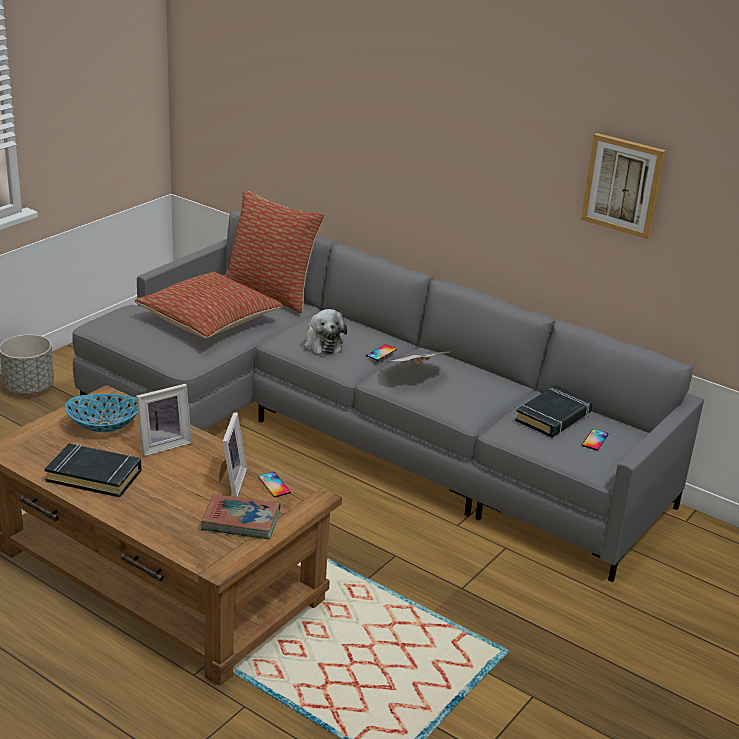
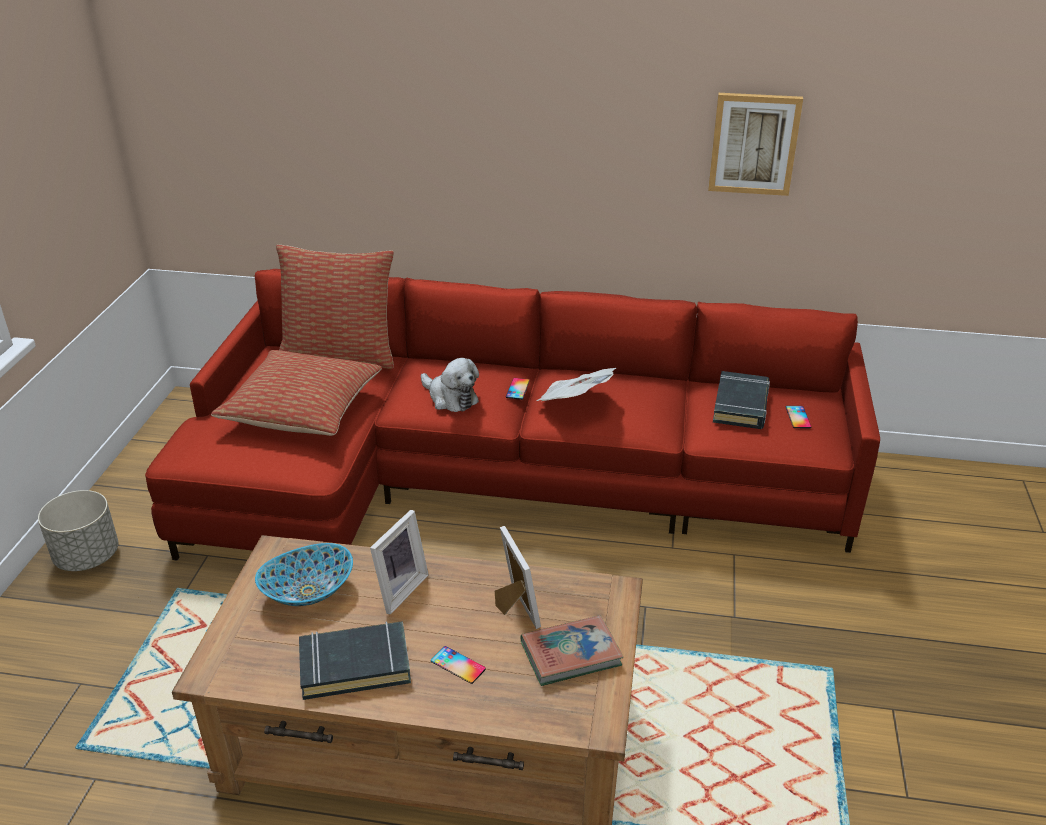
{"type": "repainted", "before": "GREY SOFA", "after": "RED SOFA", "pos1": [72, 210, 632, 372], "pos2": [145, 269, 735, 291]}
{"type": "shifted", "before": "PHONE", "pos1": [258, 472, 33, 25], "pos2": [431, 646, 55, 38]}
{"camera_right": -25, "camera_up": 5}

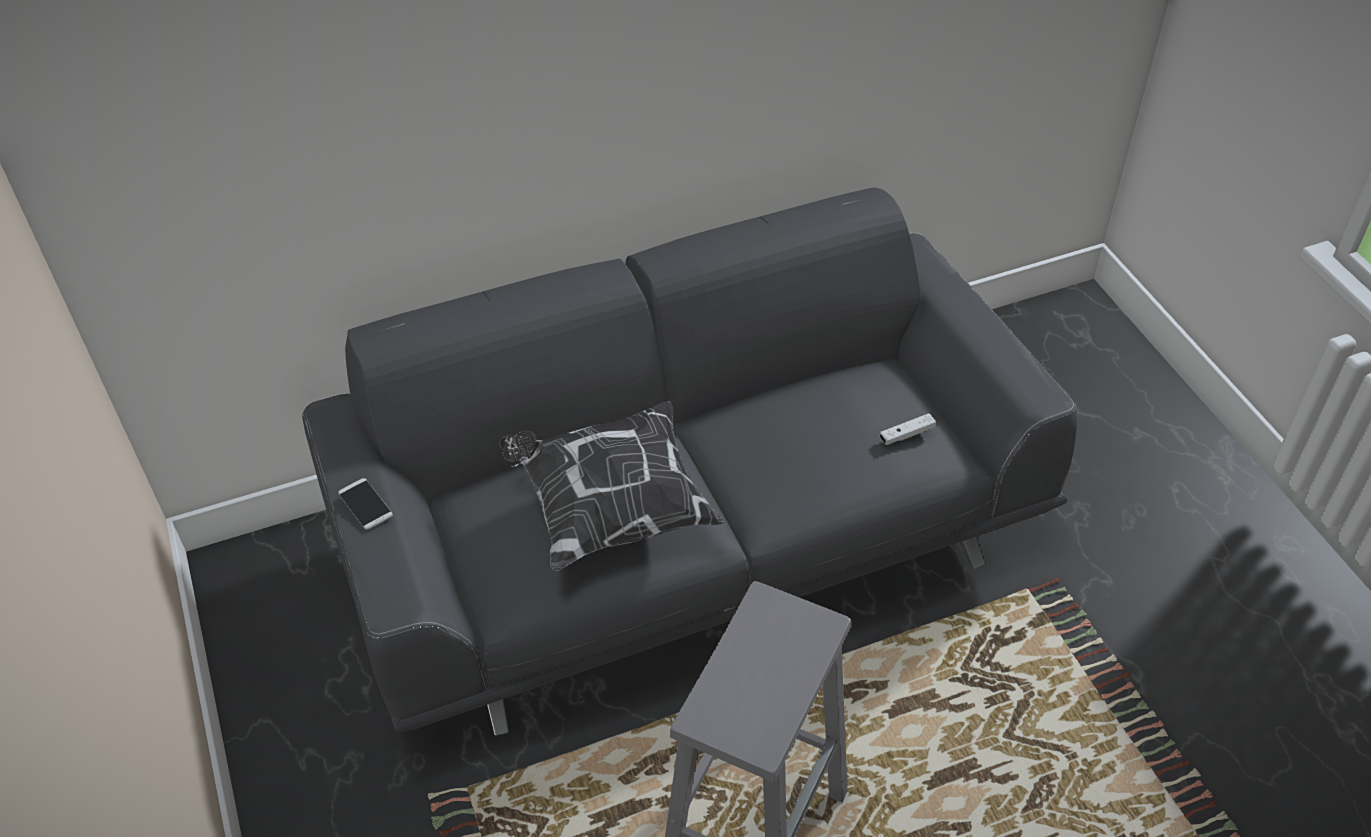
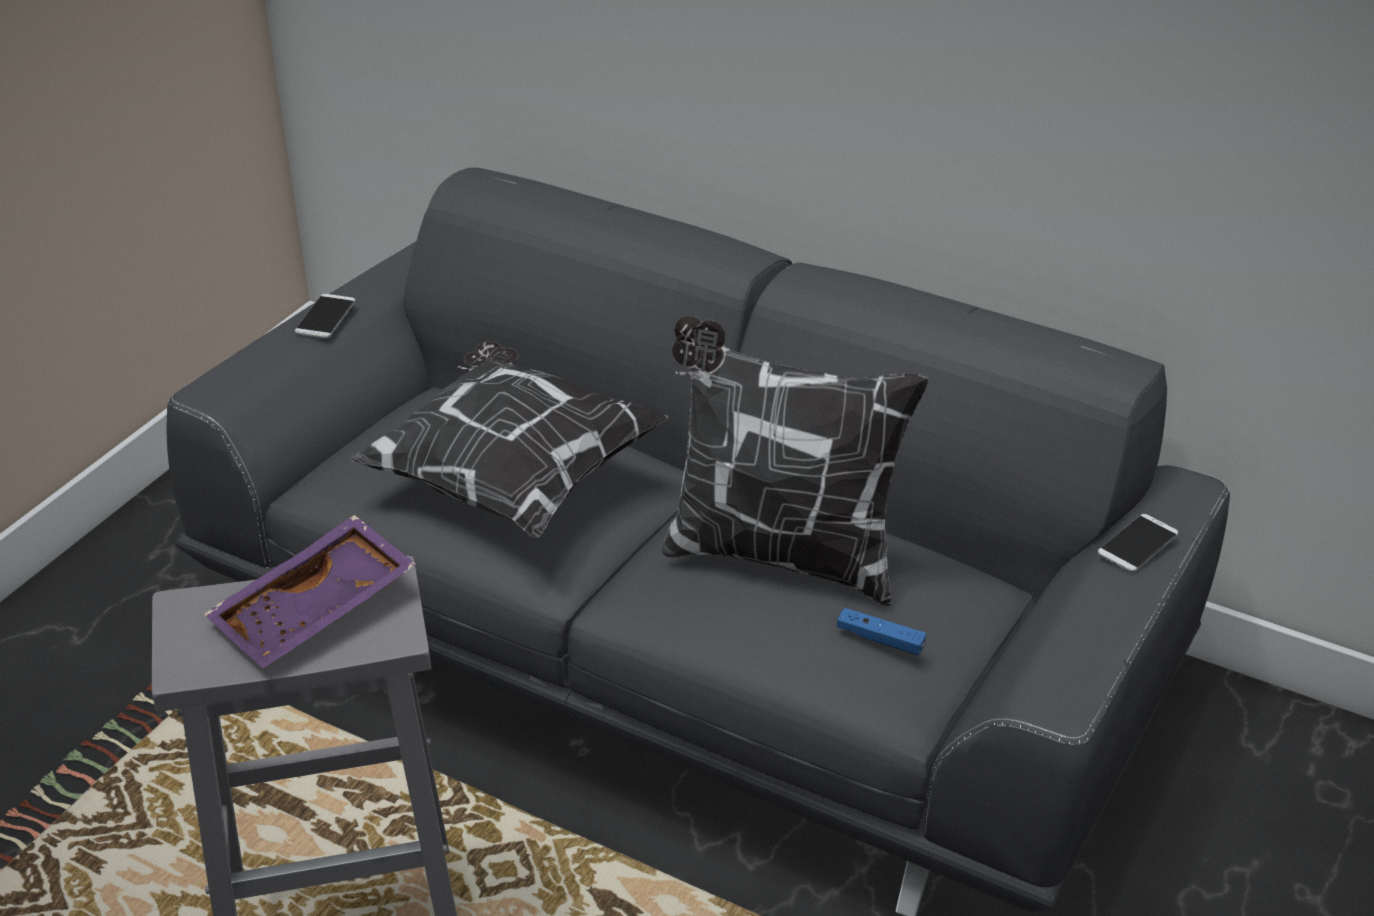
{"type": "repainted", "before": "WHITE GAME CONTROLLER", "after": "BLUE GAME CONTROLLER", "pos1": [880, 413, 56, 32], "pos2": [837, 608, 89, 47]}
{"type": "new", "after": "PILLOW", "pos2": [662, 316, 267, 290]}
{"type": "new", "after": "PHONE", "pos2": [1098, 514, 80, 58]}
{"type": "new", "after": "PURPLE TRAY", "pos2": [204, 515, 212, 153]}
{"camera_right": 50, "camera_up": -10}

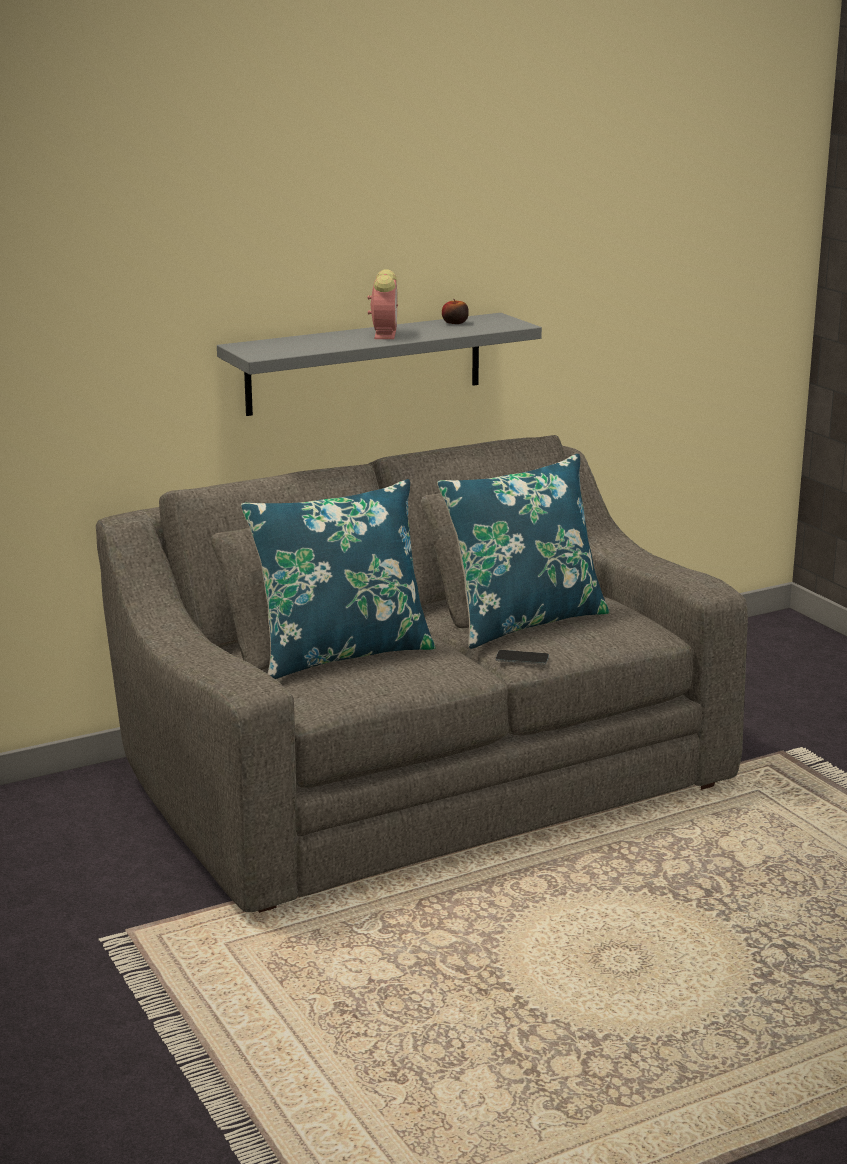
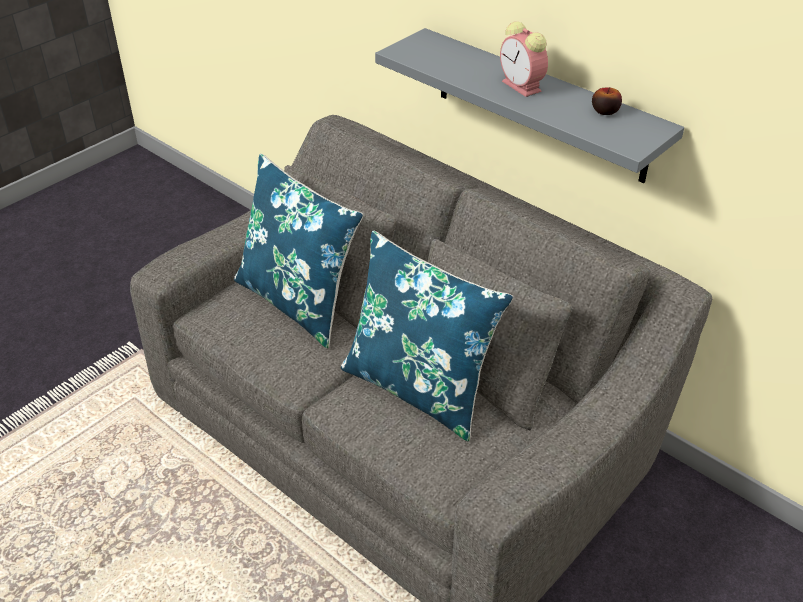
{"type": "rotated", "before": "ALARM CLOCK", "pos1": [368, 269, 30, 70], "pos2": [500, 21, 48, 76], "turn": 75}
{"type": "gone", "before": "PHONE", "pos1": [496, 650, 53, 15]}
{"camera_right": 70, "camera_up": 20}

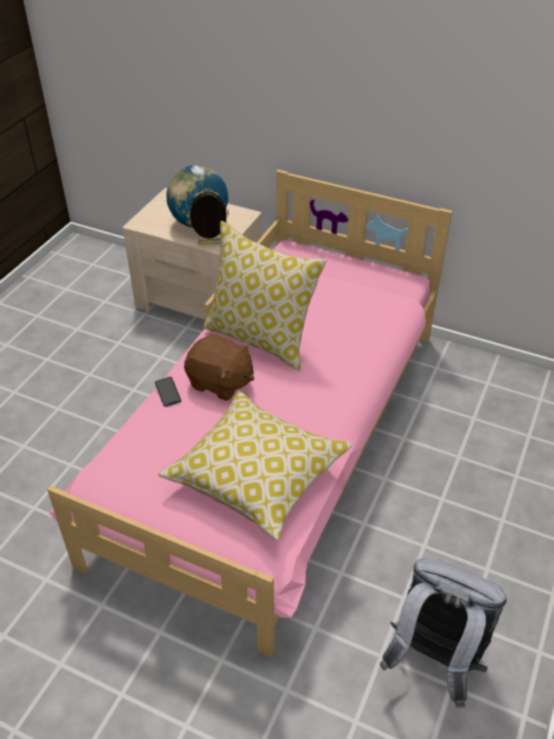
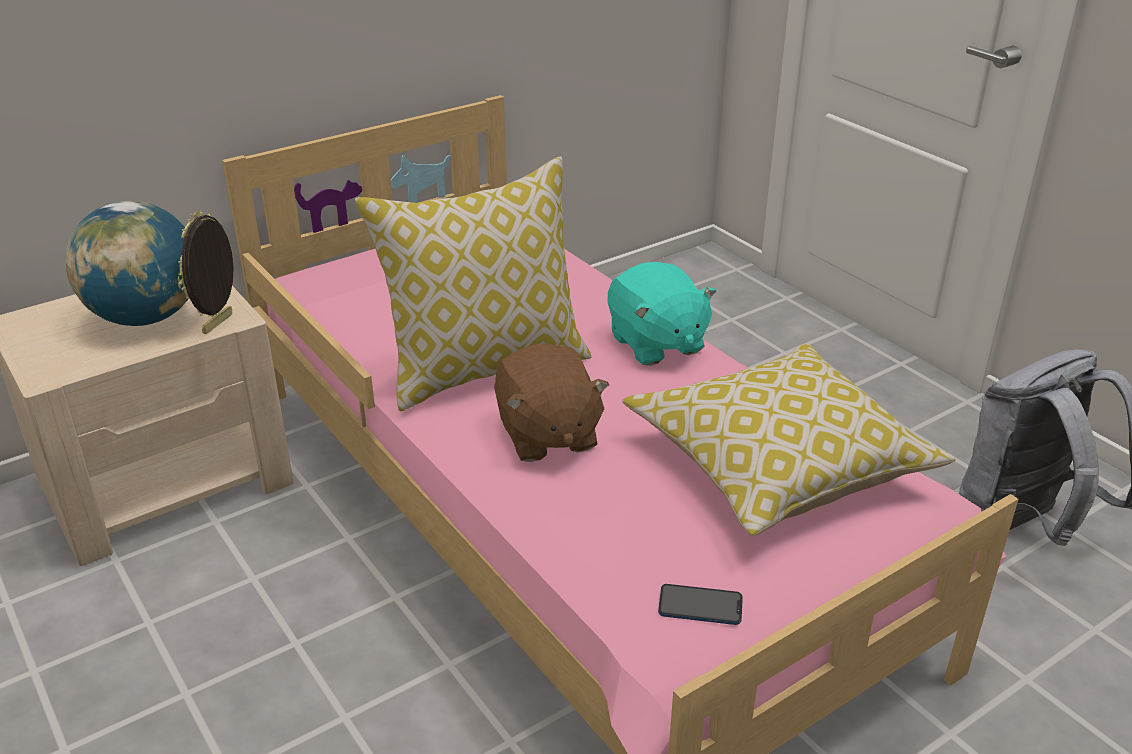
{"type": "rotated", "before": "BROWN PLUSH TOY", "pos1": [184, 334, 70, 67], "pos2": [494, 344, 116, 118], "turn": 105}
{"type": "shifted", "before": "PHONE", "pos1": [155, 377, 26, 30], "pos2": [658, 584, 85, 41]}
{"type": "new", "after": "TURQUOISE PLUSH TOY", "pos2": [607, 262, 110, 104]}
{"camera_right": -60, "camera_up": -10}

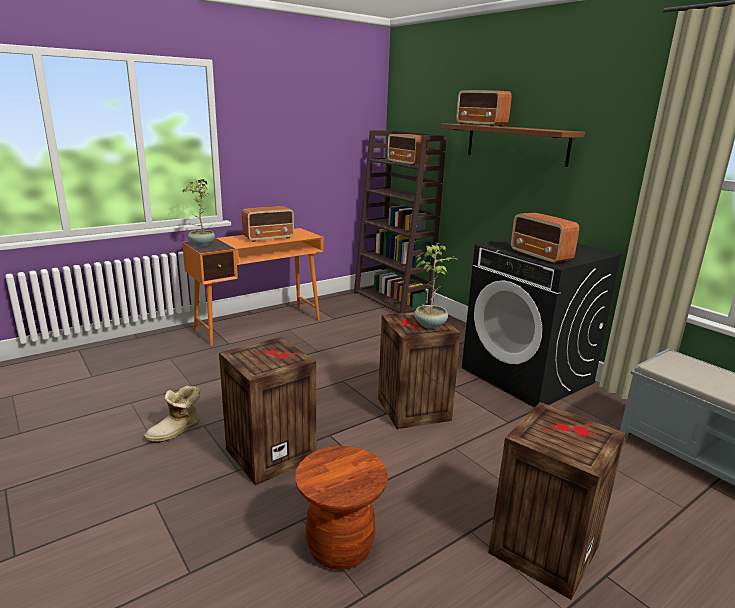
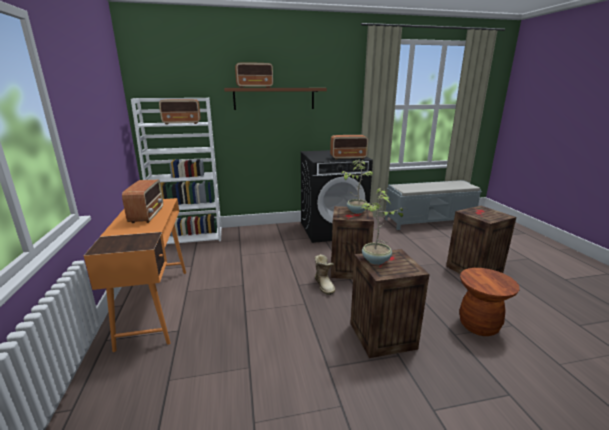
{"type": "repainted", "before": "BROWN BOOKCASE", "after": "WHITE BOOKCASE", "pos1": [354, 130, 93, 184], "pos2": [131, 98, 91, 146]}
{"type": "shifted", "before": "POTTED PLANT", "pos1": [183, 179, 32, 67], "pos2": [360, 188, 48, 77]}
{"type": "shifted", "before": "BOOT", "pos1": [144, 385, 56, 58], "pos2": [315, 254, 20, 41]}
{"camera_right": -65, "camera_up": 0}

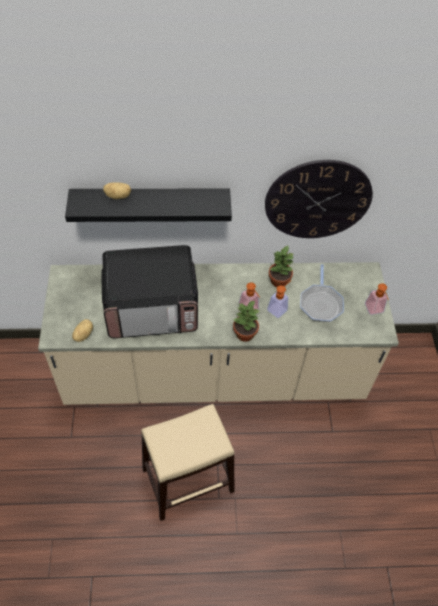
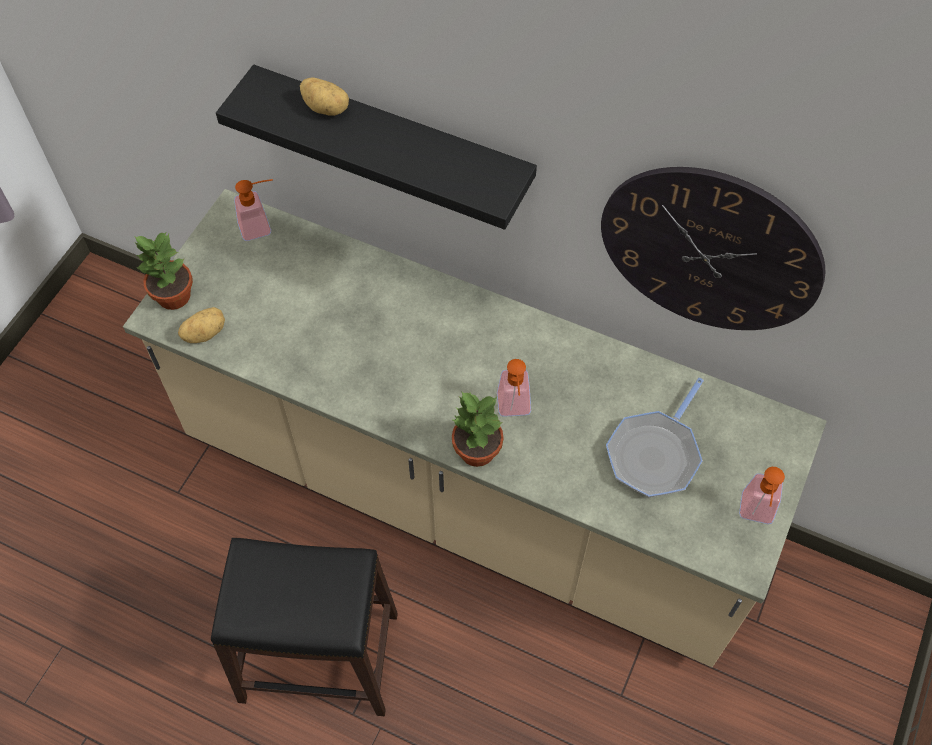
{"type": "gone", "before": "MICROWAVE", "pos1": [101, 245, 97, 93]}
{"type": "shifted", "before": "POTTED PLANT", "pos1": [269, 246, 25, 41], "pos2": [134, 233, 59, 77]}
{"type": "shifted", "before": "SOAP DISPENSER", "pos1": [267, 281, 24, 37], "pos2": [234, 179, 39, 62]}
{"type": "repainted", "before": "BEIGE STOOL", "after": "BLACK STOOL", "pos1": [141, 404, 93, 117], "pos2": [211, 538, 187, 178]}
{"camera_right": 30, "camera_up": 5}

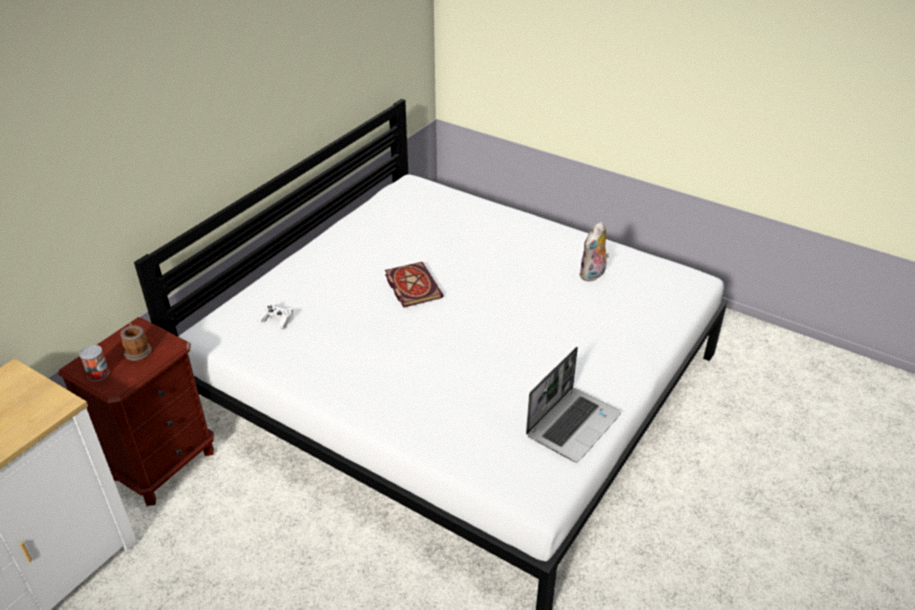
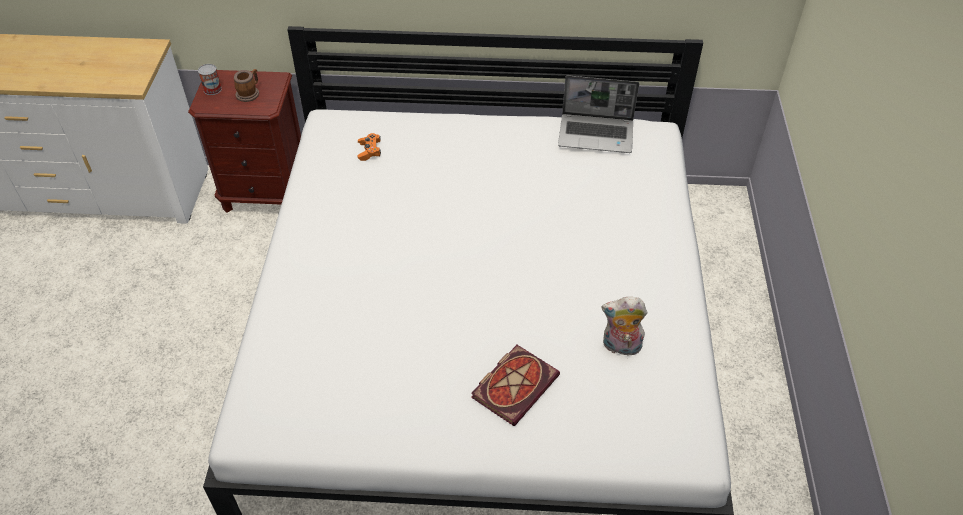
{"type": "shifted", "before": "BOOK", "pos1": [385, 262, 58, 46], "pos2": [471, 345, 89, 81]}
{"type": "repainted", "before": "WHITE GAME CONTROLLER", "after": "ORANGE GAME CONTROLLER", "pos1": [258, 303, 35, 26], "pos2": [358, 133, 23, 28]}
{"type": "shifted", "before": "LAPTOP", "pos1": [526, 347, 95, 116], "pos2": [558, 75, 81, 78]}
{"camera_right": 60, "camera_up": 10}

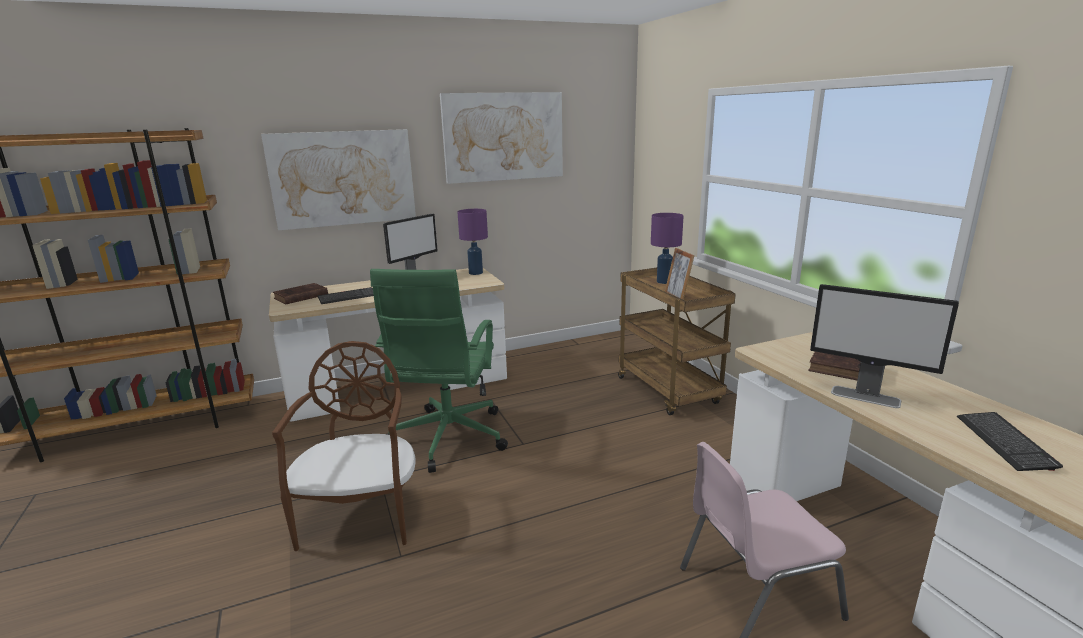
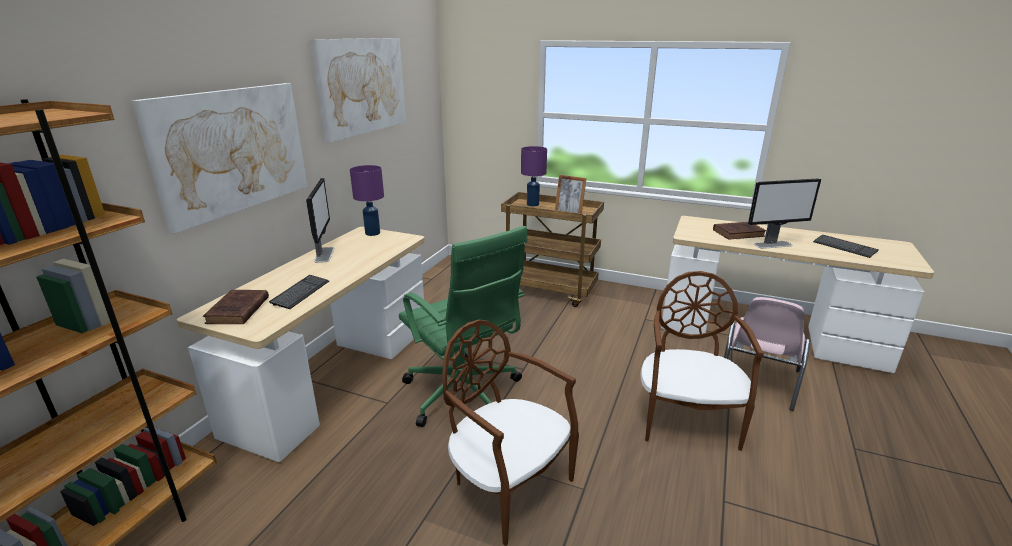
{"type": "new", "after": "BROWN CHAIR", "pos2": [641, 271, 123, 180]}
{"camera_right": -45, "camera_up": 5}

